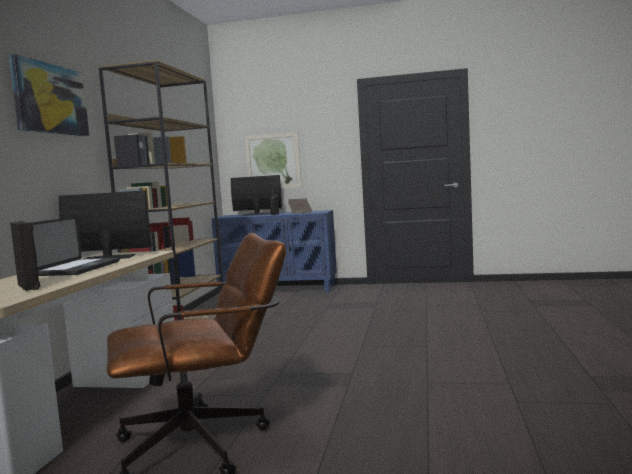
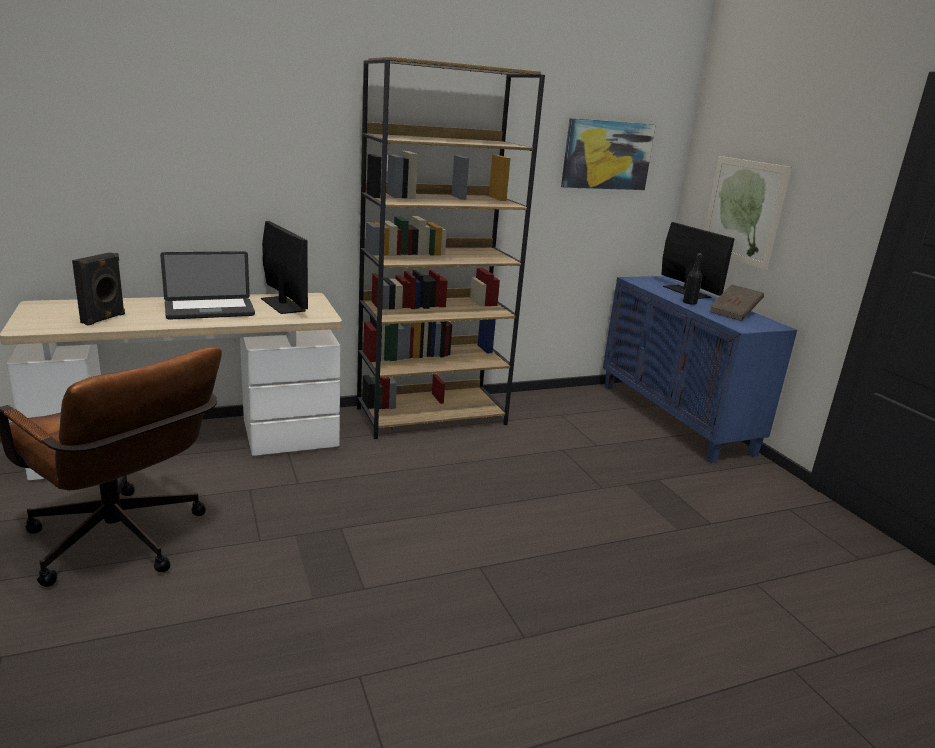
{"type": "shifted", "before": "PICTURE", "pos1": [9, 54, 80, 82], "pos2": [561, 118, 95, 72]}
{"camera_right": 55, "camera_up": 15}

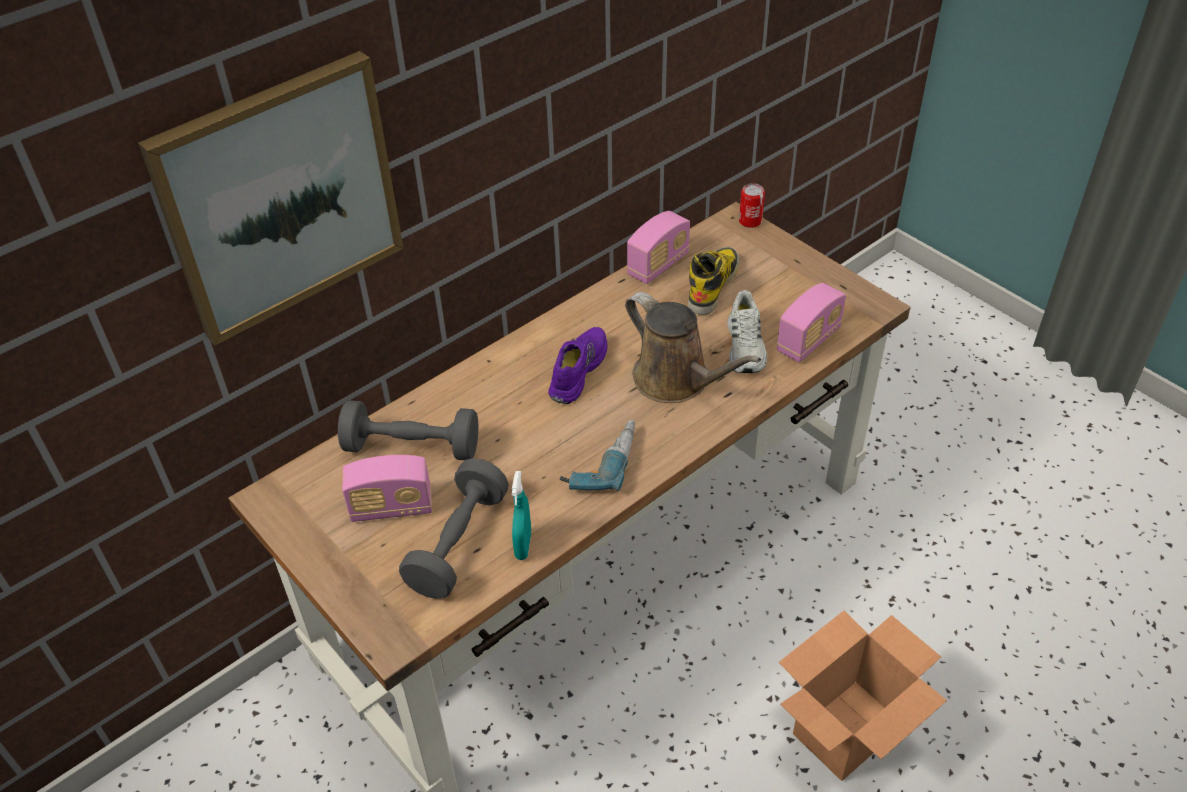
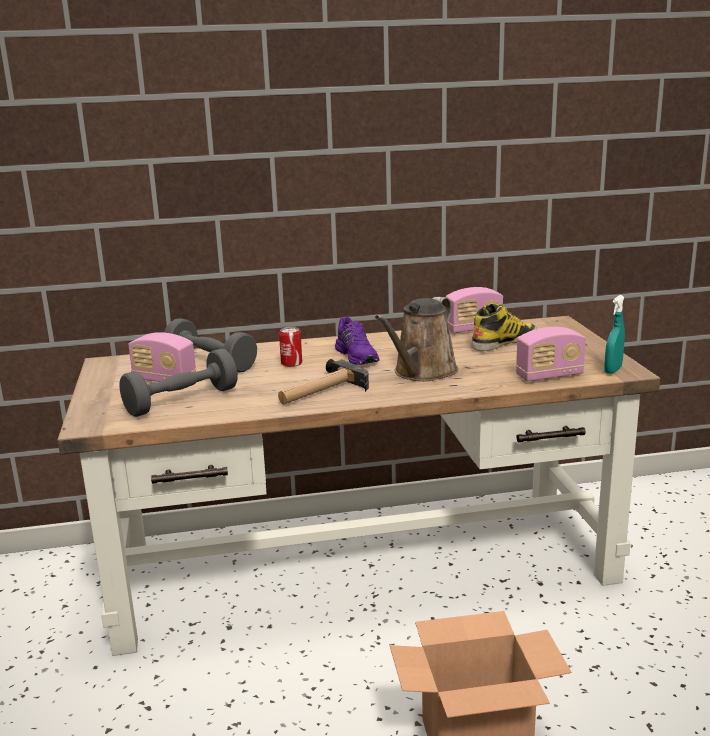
{"type": "gone", "before": "PICTURE", "pos1": [138, 51, 266, 294]}
{"type": "shifted", "before": "CAN", "pos1": [739, 183, 26, 45], "pos2": [279, 327, 23, 40]}
{"type": "gone", "before": "WHITE SHOE", "pos1": [727, 290, 40, 83]}
{"type": "rotated", "before": "BROWN WATERING CAN", "pos1": [625, 292, 136, 111], "pos2": [375, 297, 83, 84], "turn": 45}
{"type": "rotated", "before": "PURPLE SHOE", "pos1": [548, 327, 60, 77], "pos2": [335, 317, 44, 48], "turn": 105}
{"type": "swapped", "before": "POWER DRILL", "after": "HAMMER", "pos1": [560, 420, 75, 71], "pos2": [278, 359, 91, 46]}
{"type": "shifted", "before": "TURQUOISE SPRAY BOTTLE", "pos1": [512, 471, 19, 89], "pos2": [604, 295, 21, 79]}
{"camera_right": 30, "camera_up": -25}

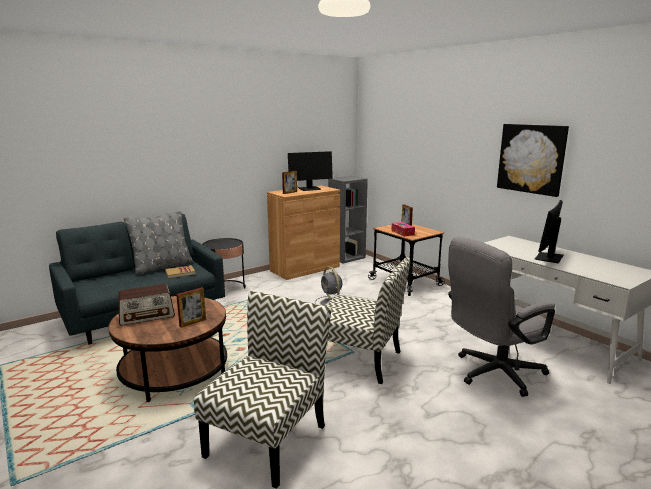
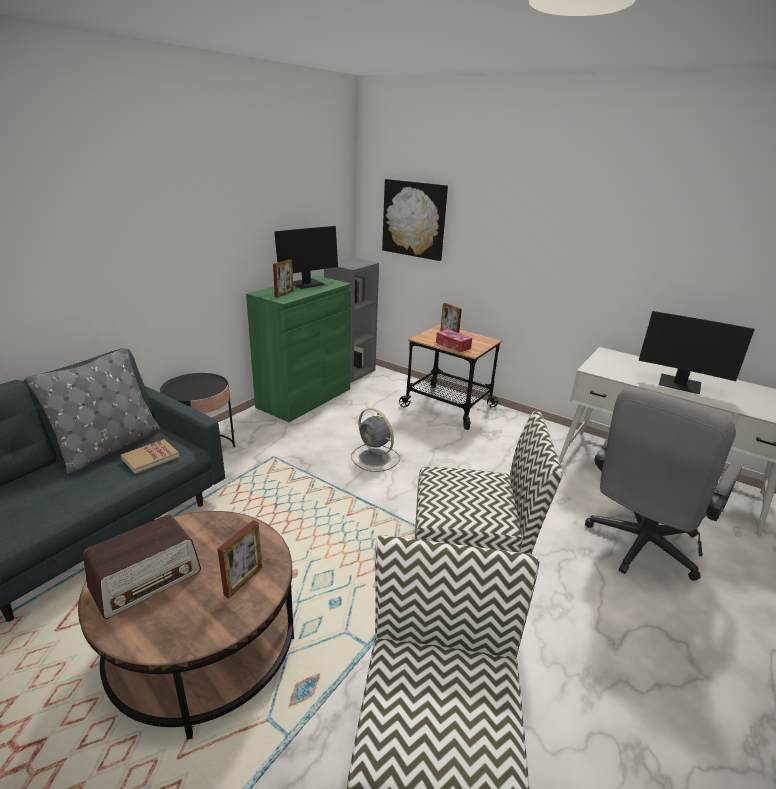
{"type": "shifted", "before": "PICTURE", "pos1": [497, 124, 72, 73], "pos2": [382, 179, 66, 82]}
{"type": "repainted", "before": "BROWN CABINET", "after": "GREEN CABINET", "pos1": [267, 185, 73, 95], "pos2": [246, 275, 105, 147]}
{"type": "rotated", "before": "MONITOR", "pos1": [535, 200, 28, 63], "pos2": [639, 311, 116, 83], "turn": -75}
{"camera_right": -20, "camera_up": 10}

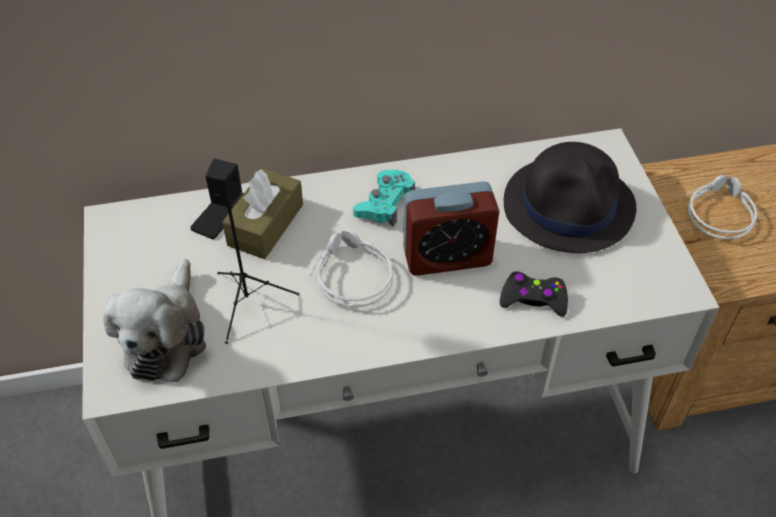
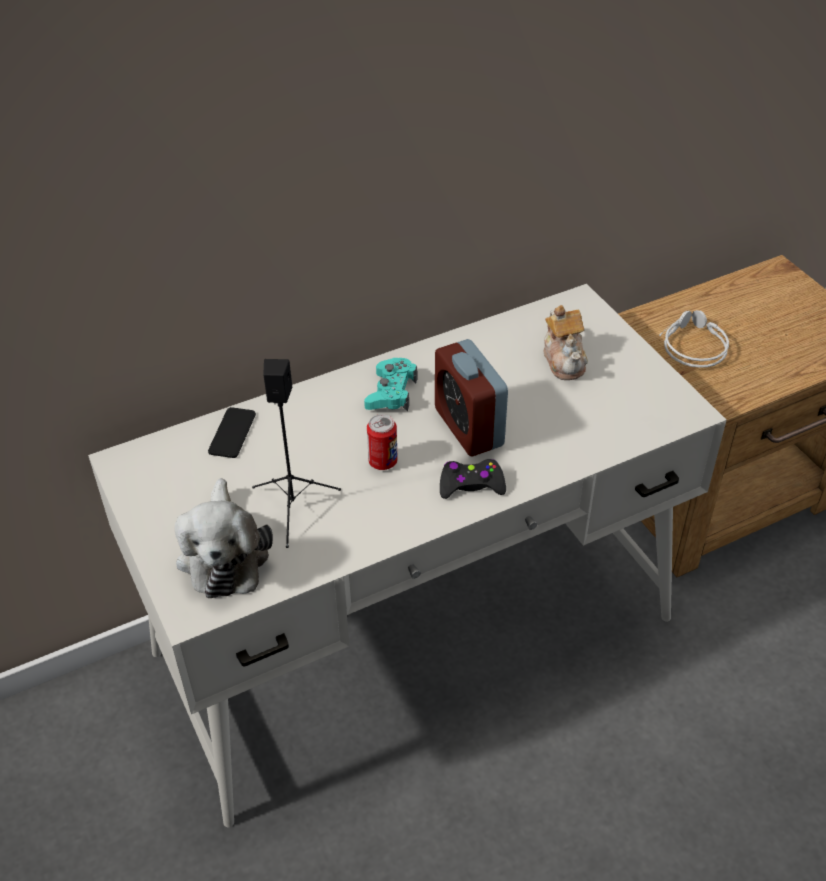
{"type": "swapped", "before": "BLACK HAT", "after": "TEAPOT", "pos1": [504, 142, 132, 111], "pos2": [544, 305, 44, 75]}
{"type": "gone", "before": "BROWN TISSUE BOX", "pos1": [222, 168, 81, 91]}
{"type": "rotated", "before": "ALARM CLOCK", "pos1": [403, 181, 96, 95], "pos2": [435, 339, 73, 118], "turn": 90}
{"type": "swapped", "before": "GREY HEADPHONES", "after": "CAN", "pos1": [310, 229, 83, 78], "pos2": [367, 414, 31, 56]}
{"type": "shifted", "before": "BLACK GAME CONTROLLER", "pos1": [500, 271, 68, 46], "pos2": [440, 459, 66, 40]}
{"camera_right": -15, "camera_up": -5}

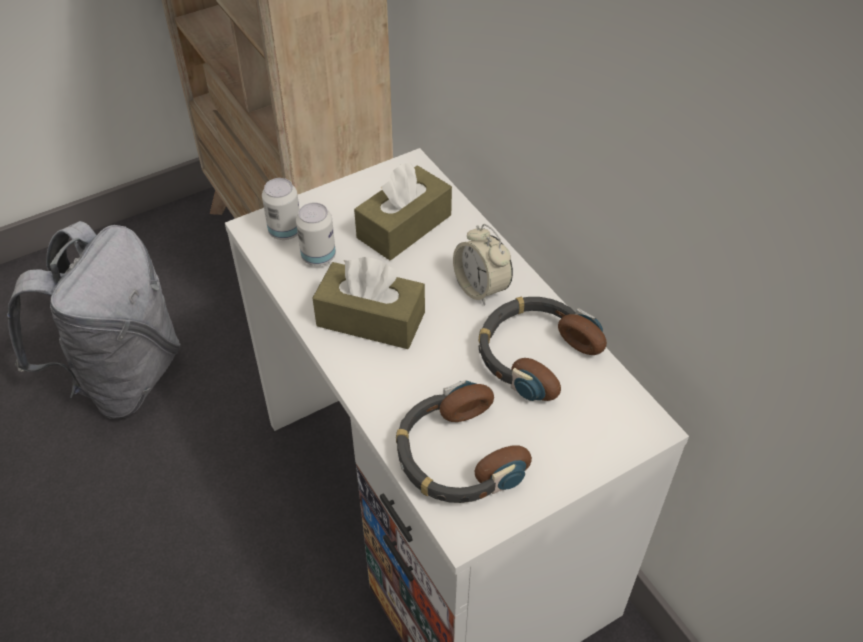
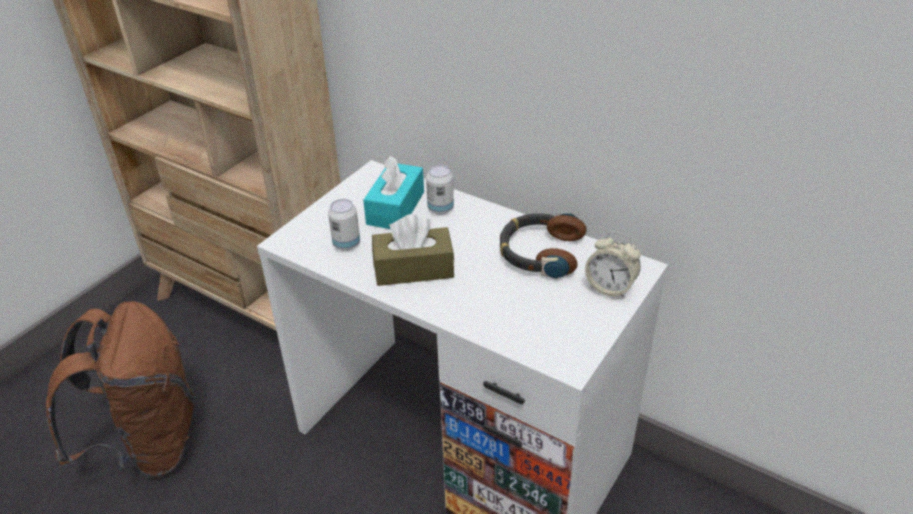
{"type": "repainted", "before": "BROWN TISSUE BOX", "after": "TURQUOISE TISSUE BOX", "pos1": [354, 162, 98, 98], "pos2": [363, 156, 61, 73]}
{"type": "shifted", "before": "CAN", "pos1": [262, 178, 38, 62], "pos2": [426, 165, 28, 49]}
{"type": "repainted", "before": "GREY BACKPACK", "after": "BROWN BACKPACK", "pos1": [7, 221, 174, 198], "pos2": [46, 301, 149, 178]}
{"type": "shifted", "before": "ALARM CLOCK", "pos1": [453, 224, 60, 81], "pos2": [585, 232, 56, 67]}
{"type": "gone", "before": "HEADPHONES", "pos1": [396, 380, 136, 123]}
{"camera_right": -25, "camera_up": -10}

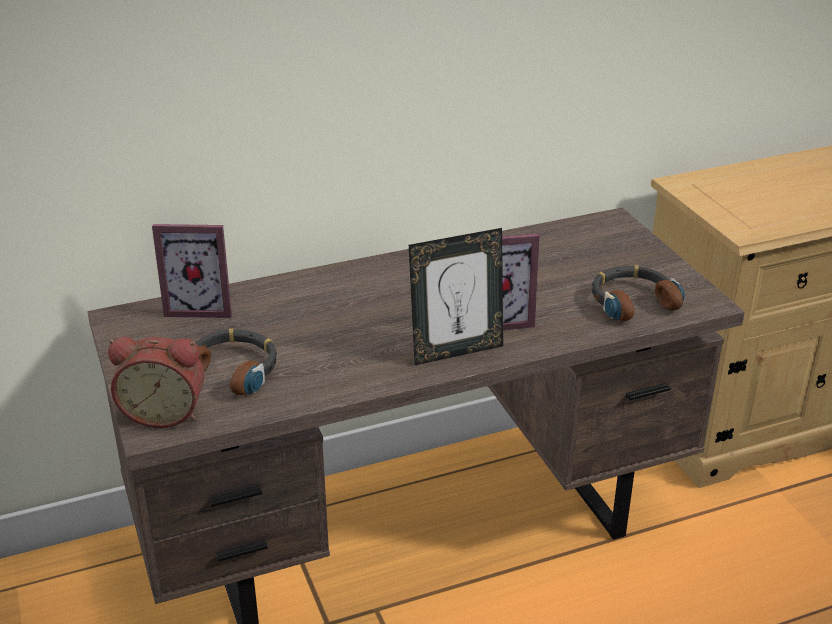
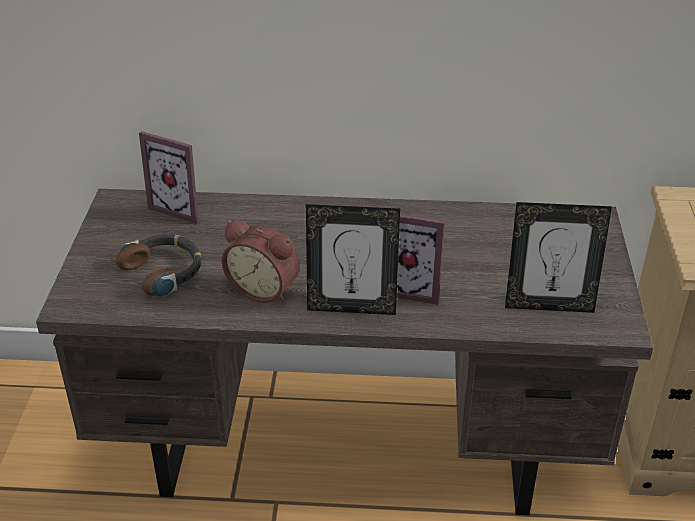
{"type": "swapped", "before": "HEADPHONES", "after": "PICTURE FRAME", "pos1": [592, 265, 93, 56], "pos2": [505, 202, 107, 111]}
{"type": "shifted", "before": "ALARM CLOCK", "pos1": [108, 337, 96, 91], "pos2": [222, 220, 78, 83]}
{"camera_right": 25, "camera_up": 5}

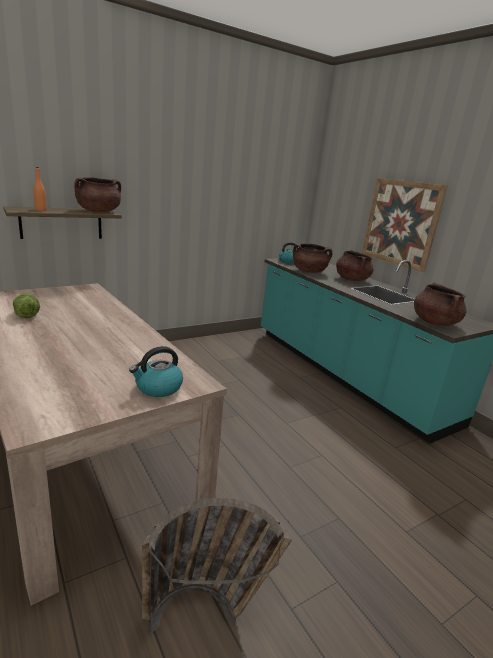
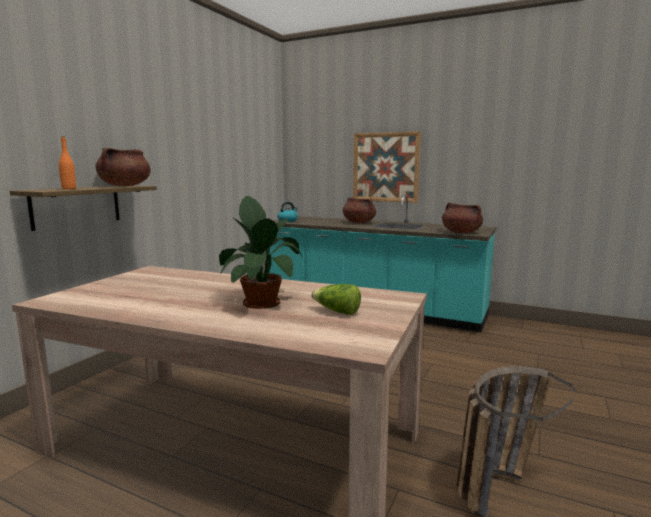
{"type": "gone", "before": "BROWN COOKING POT", "pos1": [293, 244, 39, 29]}
{"type": "shifted", "before": "LETTUCE", "pos1": [13, 293, 27, 25], "pos2": [311, 284, 50, 31]}
{"type": "gone", "before": "KETTLE", "pos1": [129, 346, 54, 51]}
{"type": "new", "after": "POTTED PLANT", "pos2": [219, 196, 87, 113]}
{"camera_right": -30, "camera_up": -10}

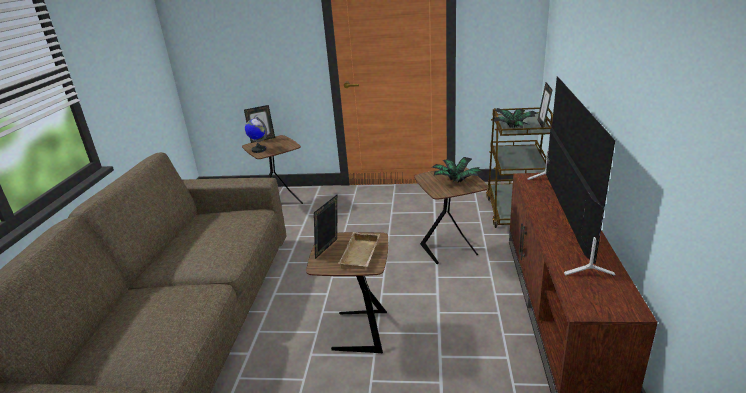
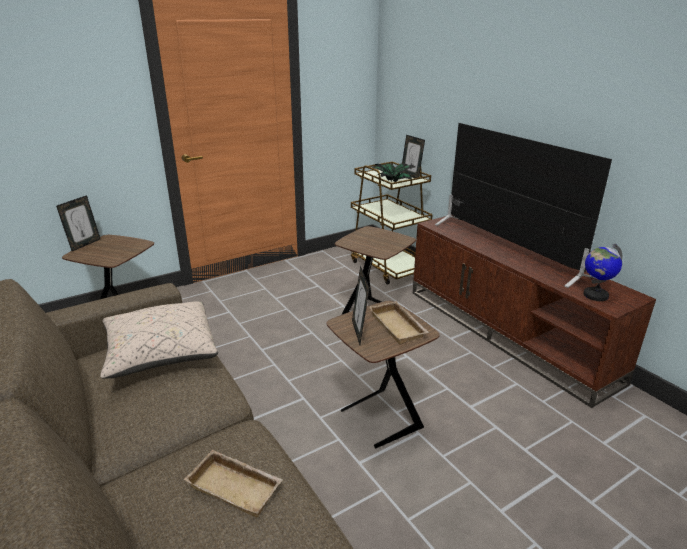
{"type": "shifted", "before": "GLOBE", "pos1": [245, 117, 22, 36], "pos2": [583, 244, 39, 57]}
{"type": "gone", "before": "POTTED PLANT", "pos1": [432, 157, 51, 25]}
{"type": "new", "after": "BEIGE PILLOW", "pos2": [100, 301, 118, 78]}
{"type": "new", "after": "BEIGE TRAY", "pos2": [184, 450, 99, 68]}
{"camera_right": -40, "camera_up": 0}

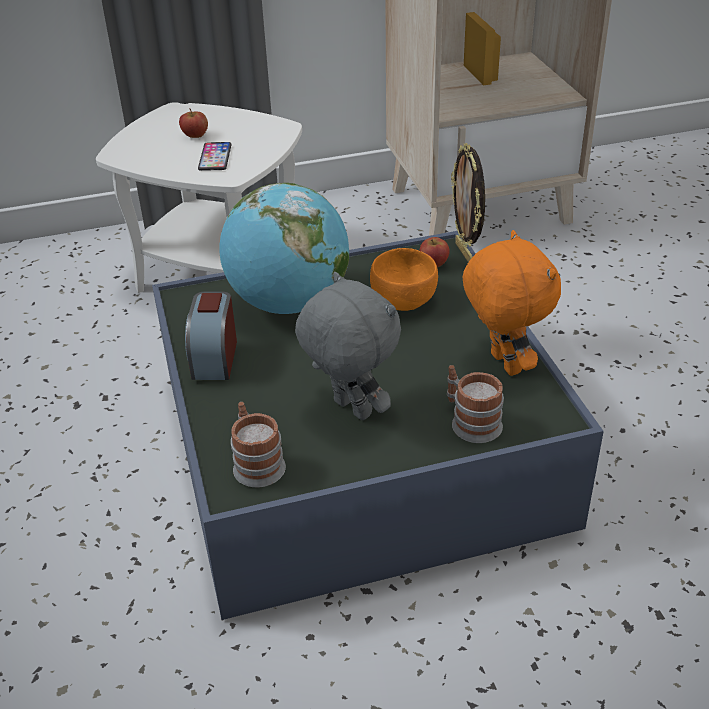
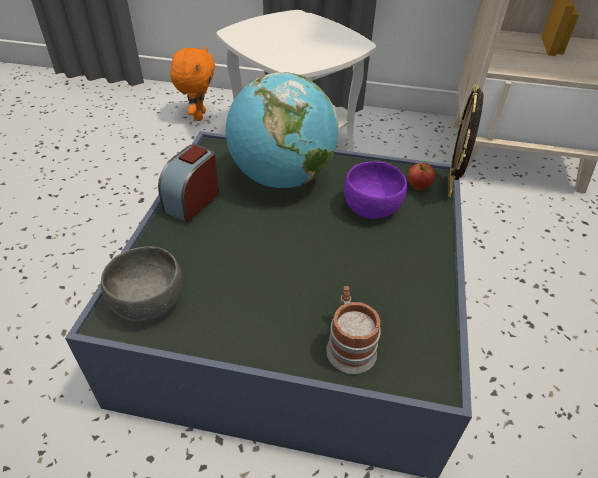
{"type": "gone", "before": "APPLE", "pos1": [179, 108, 29, 30]}
{"type": "gone", "before": "PHONE", "pos1": [198, 142, 34, 29]}
{"type": "shifted", "before": "ORANGE PLUSH TOY", "pos1": [462, 230, 99, 146], "pos2": [170, 47, 45, 74]}
{"type": "repainted", "before": "ORANGE BOWL", "after": "PURPLE BOWL", "pos1": [370, 248, 68, 63], "pos2": [344, 161, 63, 58]}
{"type": "gone", "before": "GREY PLUSH TOY", "pos1": [295, 272, 106, 148]}
{"type": "swapped", "before": "MUG", "after": "GREY BOWL", "pos1": [231, 402, 55, 85], "pos2": [101, 247, 82, 75]}
{"camera_right": 25, "camera_up": 5}

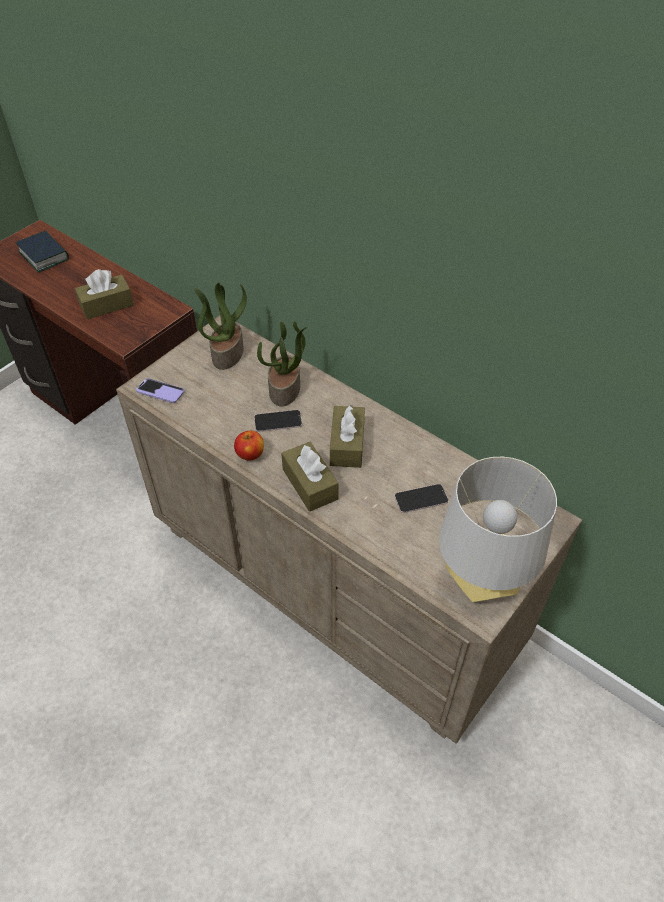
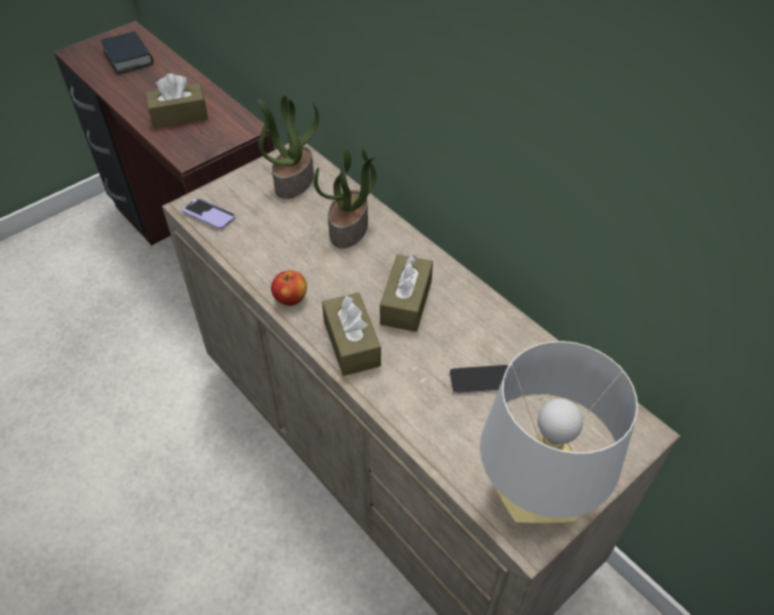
{"type": "gone", "before": "PHONE", "pos1": [254, 410, 48, 22]}
{"camera_right": 10, "camera_up": 0}

